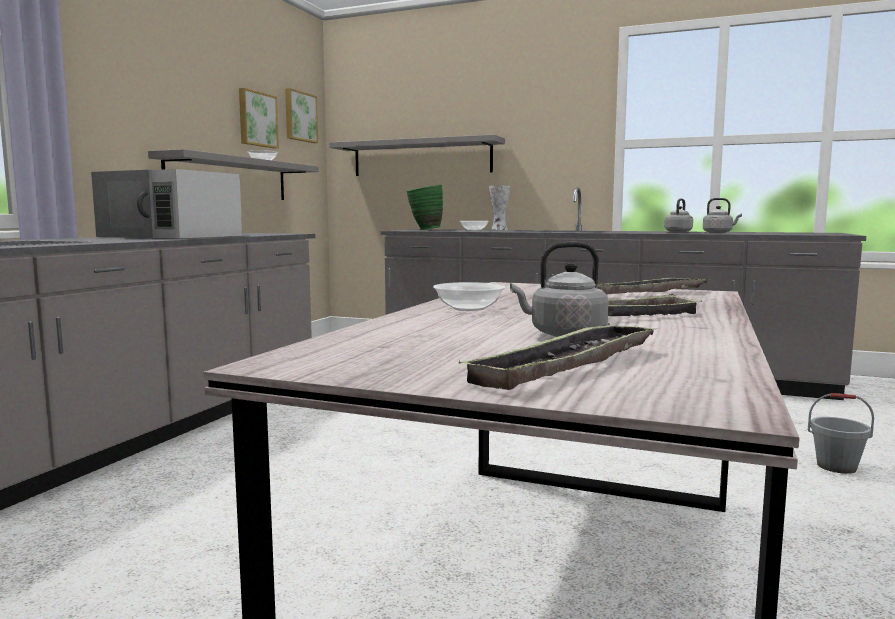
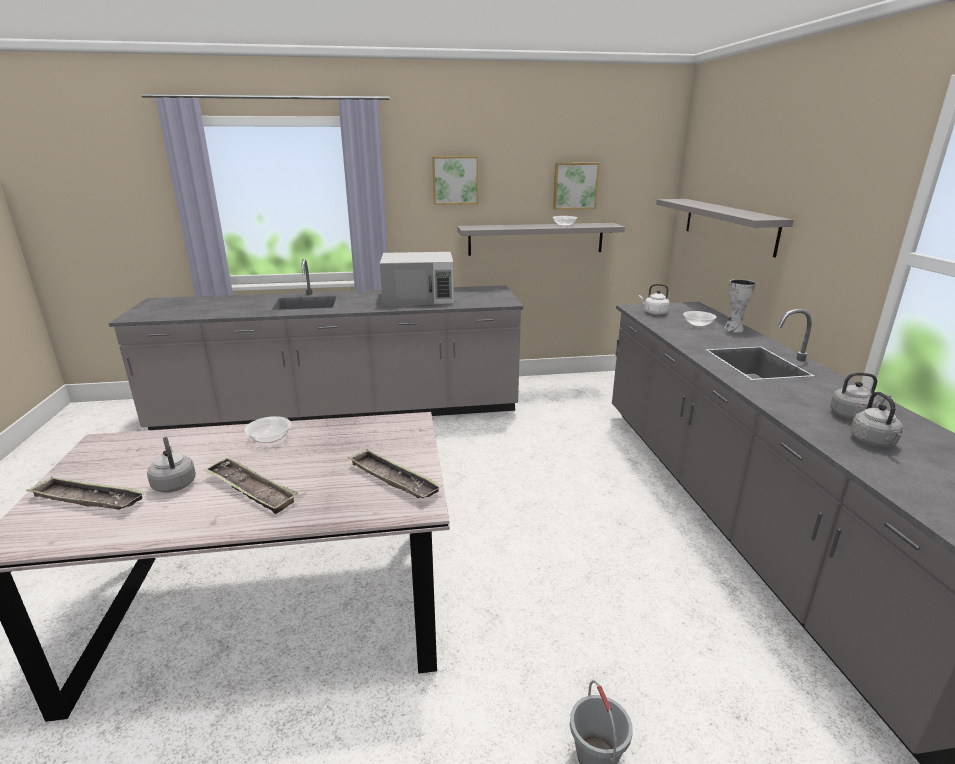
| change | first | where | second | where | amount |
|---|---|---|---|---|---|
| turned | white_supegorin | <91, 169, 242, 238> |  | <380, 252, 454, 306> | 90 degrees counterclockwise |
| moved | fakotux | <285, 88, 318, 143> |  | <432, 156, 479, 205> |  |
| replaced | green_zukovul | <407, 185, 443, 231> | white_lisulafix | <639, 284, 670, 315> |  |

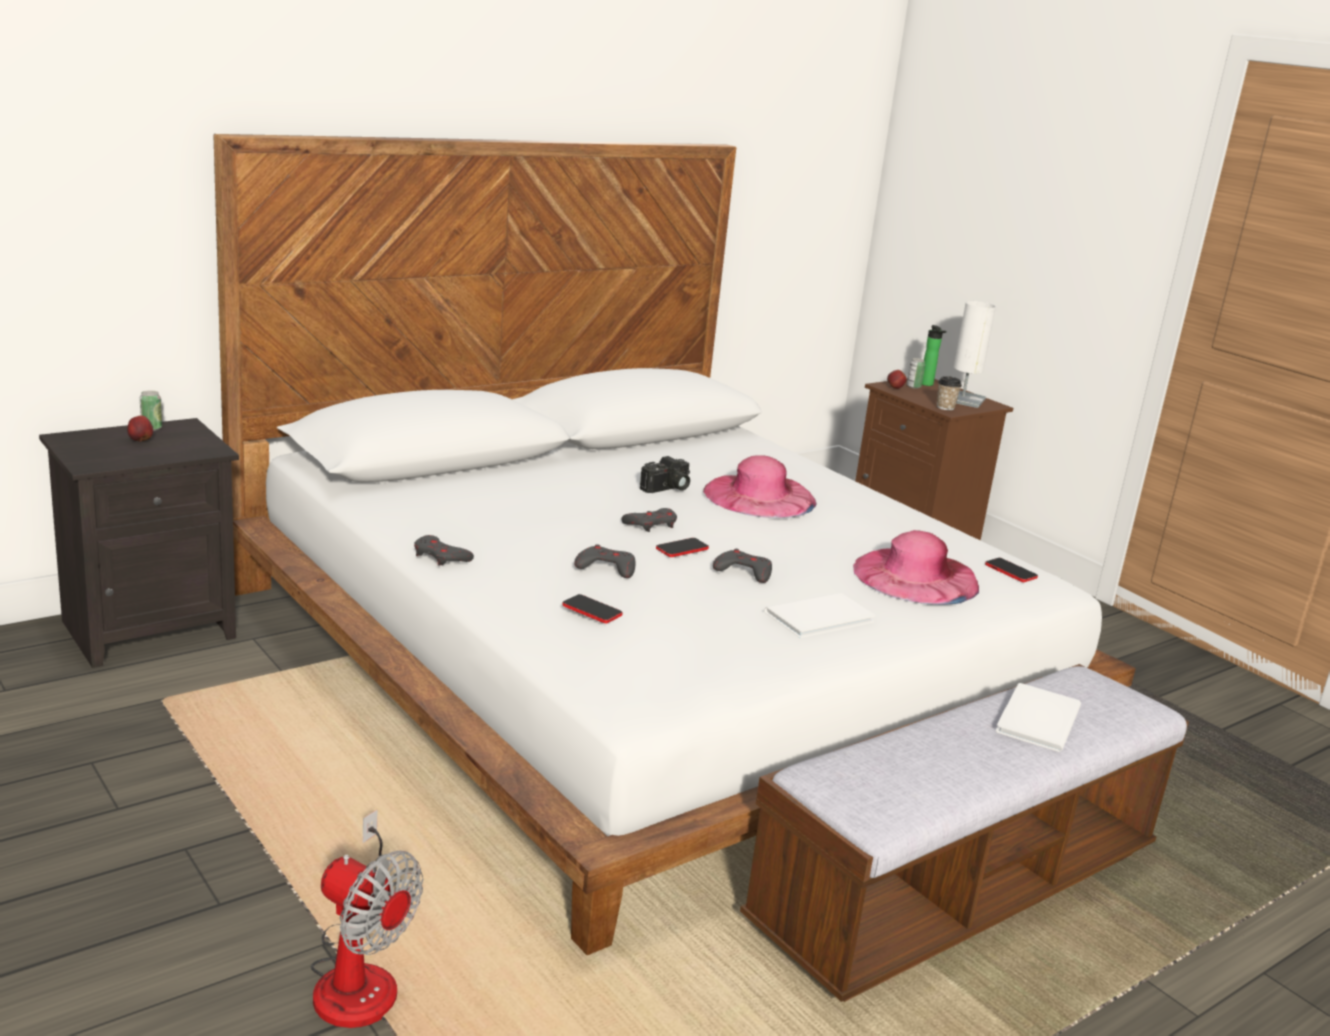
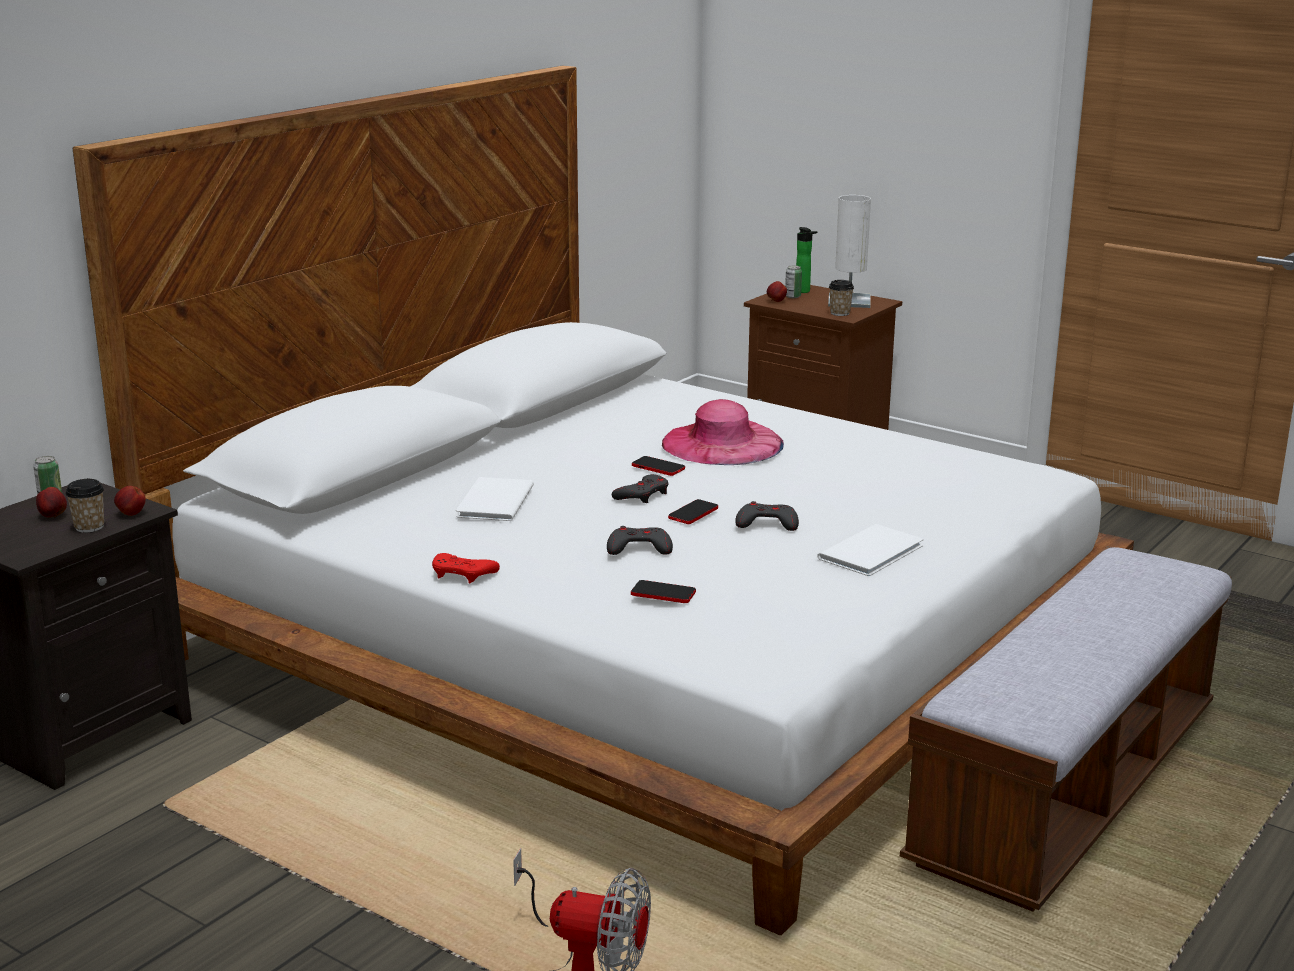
| change | first | where | second | where | amount |
|---|---|---|---|---|---|
| added |  |  | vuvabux | <65, 479, 104, 533> |  |
| added |  |  | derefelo | <114, 486, 146, 516> |  |
| recoloured | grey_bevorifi | <414, 535, 474, 566> | red_bevorifi | <432, 553, 500, 583> |  |
| moved | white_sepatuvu | <996, 683, 1081, 752> |  | <456, 477, 534, 521> |  |
| moved | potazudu | <985, 558, 1038, 582> |  | <632, 456, 685, 476> |  |
| removed | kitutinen | <640, 456, 690, 493> |  |  |  |
| removed | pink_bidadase | <853, 530, 979, 605> |  |  |  |

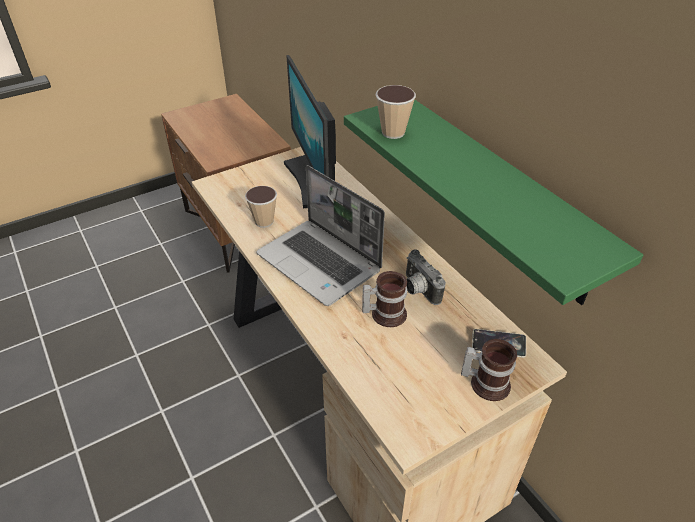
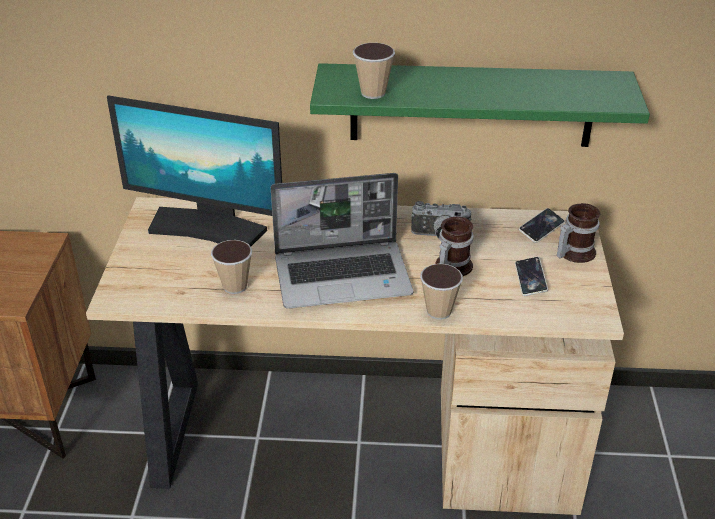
| change | first | where | second | where | amount |
|---|---|---|---|---|---|
| added |  |  | vuvabux | <420, 264, 463, 320> |  |
| added |  |  | potazudu | <515, 257, 548, 296> |  |

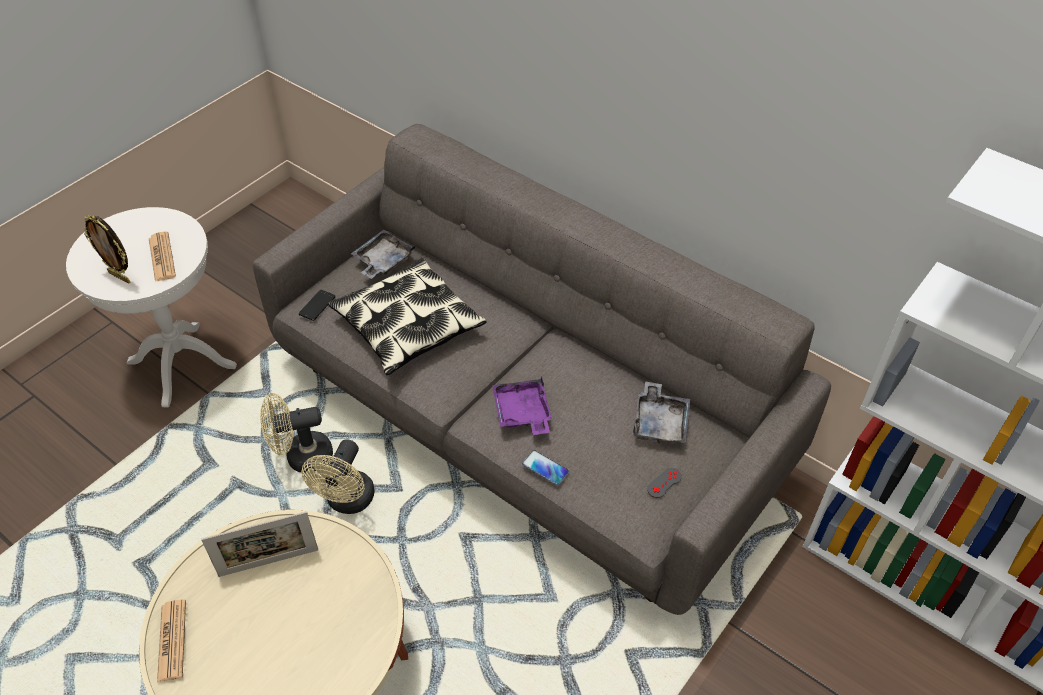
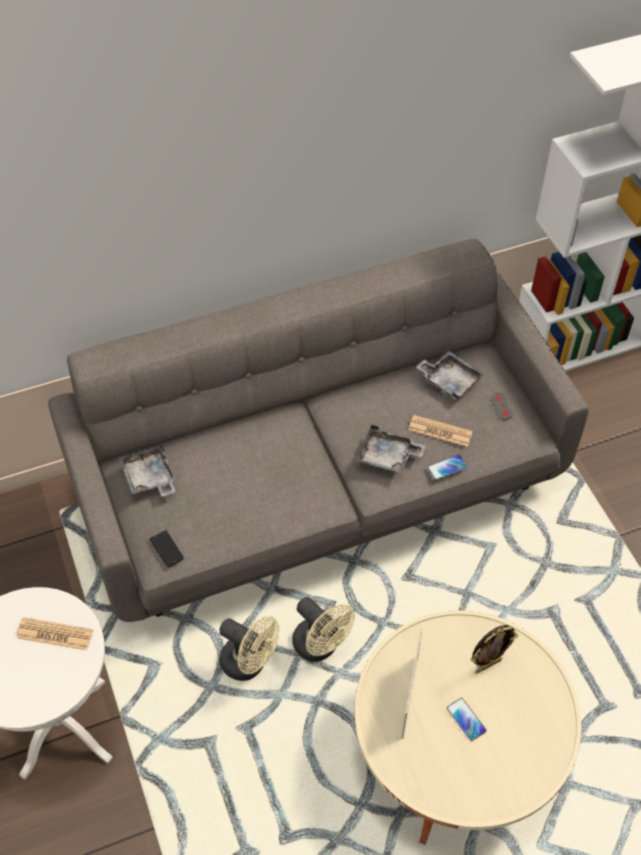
| change | first | where | second | where | amount |
|---|---|---|---|---|---|
| turned | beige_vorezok | <260, 393, 333, 473> |  | <219, 616, 279, 681> | 75 degrees counterclockwise |
| recoloured | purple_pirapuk | <492, 377, 552, 435> | grey_pirapuk | <356, 424, 426, 473> |  |
| moved | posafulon | <157, 600, 186, 682> |  | <408, 415, 473, 447> |  |
| added |  |  | potazudu | <447, 698, 487, 741> |  |
| moved | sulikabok | <84, 215, 131, 283> |  | <471, 625, 518, 673> |  |
| removed | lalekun | <328, 257, 487, 375> |  |  |  |

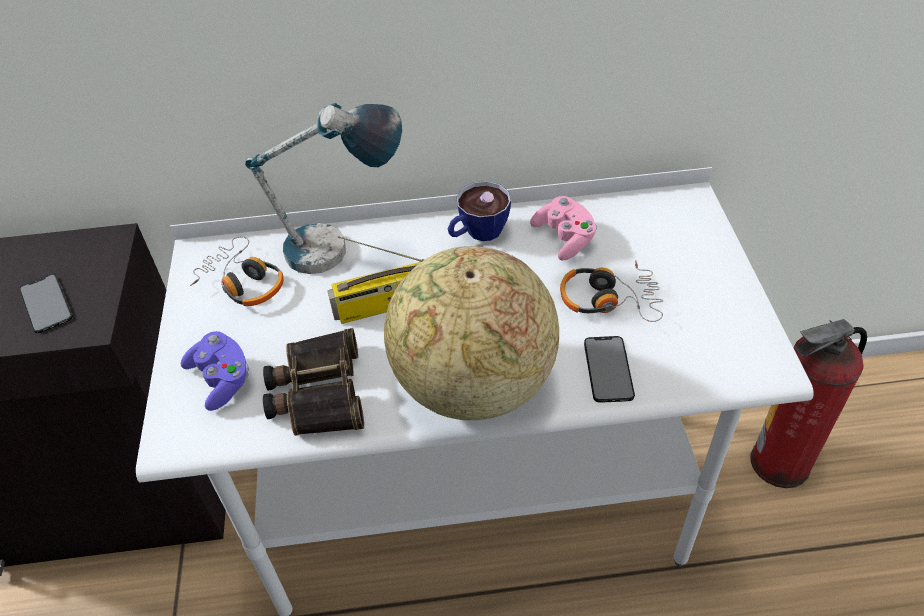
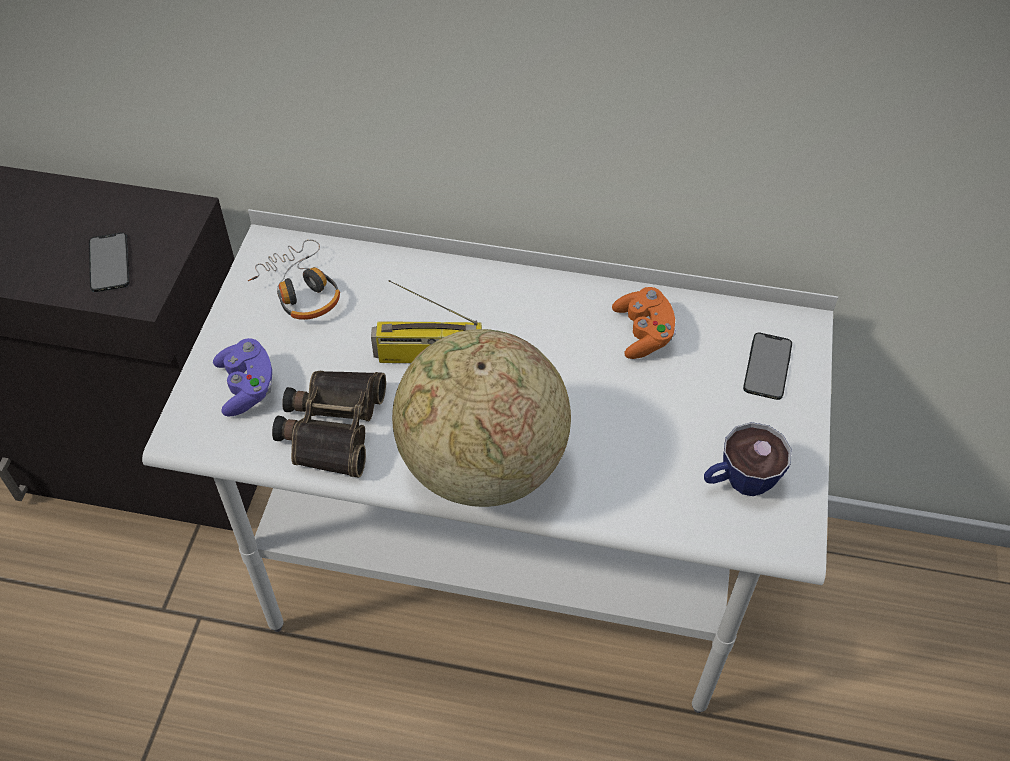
| change | first | where | second | where | amount |
|---|---|---|---|---|---|
| recoloured | pink_bevorifi | <530, 196, 597, 261> | orange_bevorifi | <612, 287, 676, 359> |  |
| moved | vuvabux | <448, 181, 511, 241> |  | <704, 422, 791, 496> |  |
| moved | potazudu | <584, 336, 635, 403> |  | <743, 333, 792, 400> |  |
| removed | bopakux | <245, 103, 402, 274> |  |  |  |
| removed | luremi | <560, 260, 664, 322> |  |  |  |
| removed | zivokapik | <751, 319, 867, 488> |  |  |  |

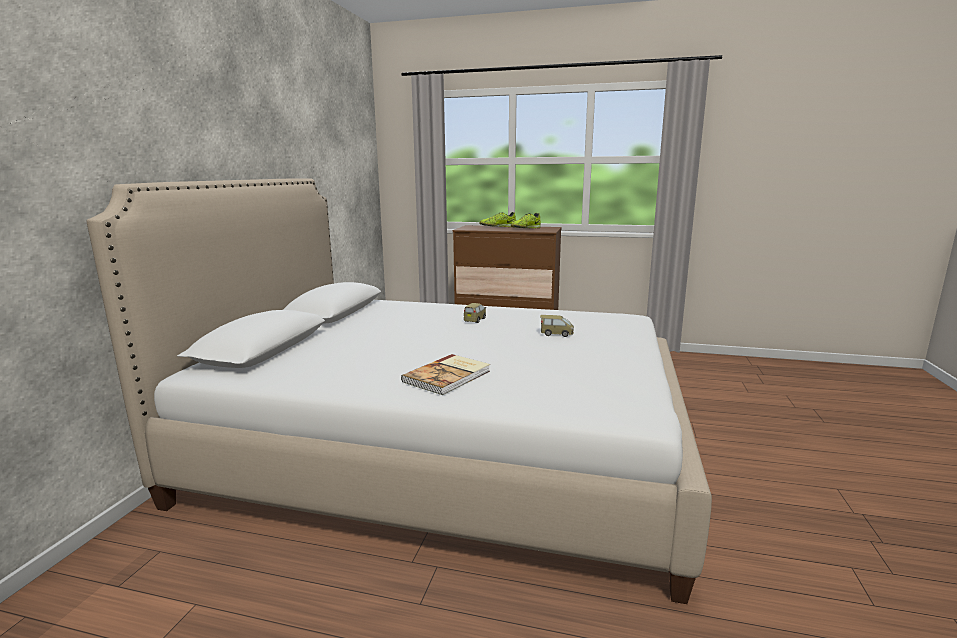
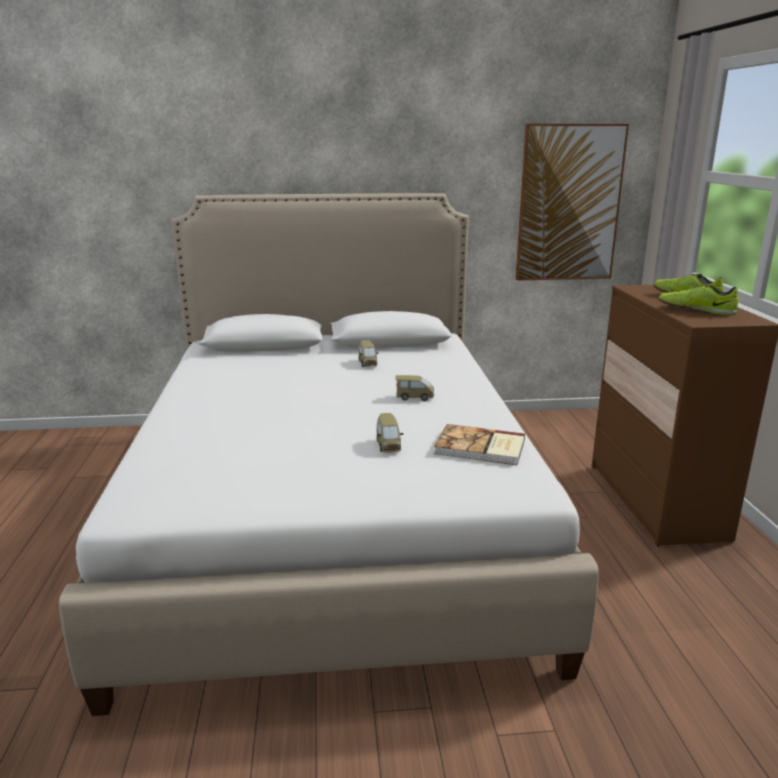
| change | first | where | second | where | amount |
|---|---|---|---|---|---|
| added |  |  | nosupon | <359, 340, 379, 367> |  |
| moved | sepatuvu | <401, 354, 490, 395> |  | <434, 424, 525, 465> |  |
| added |  |  | fakotux | <515, 124, 629, 281> |  |

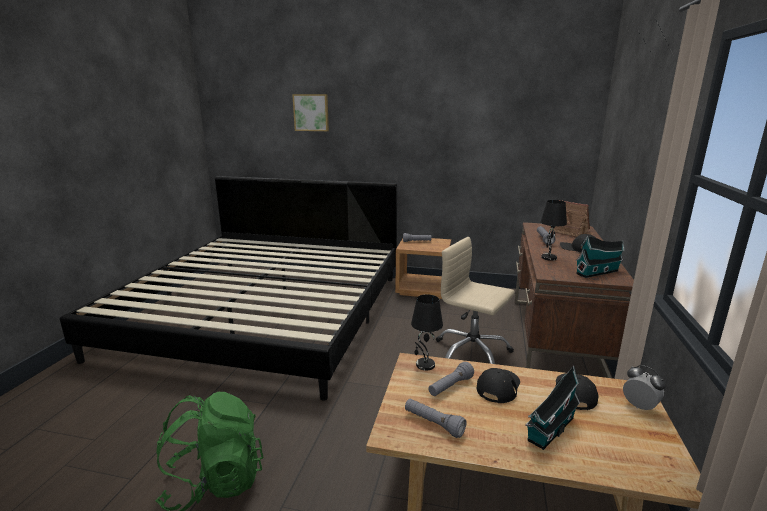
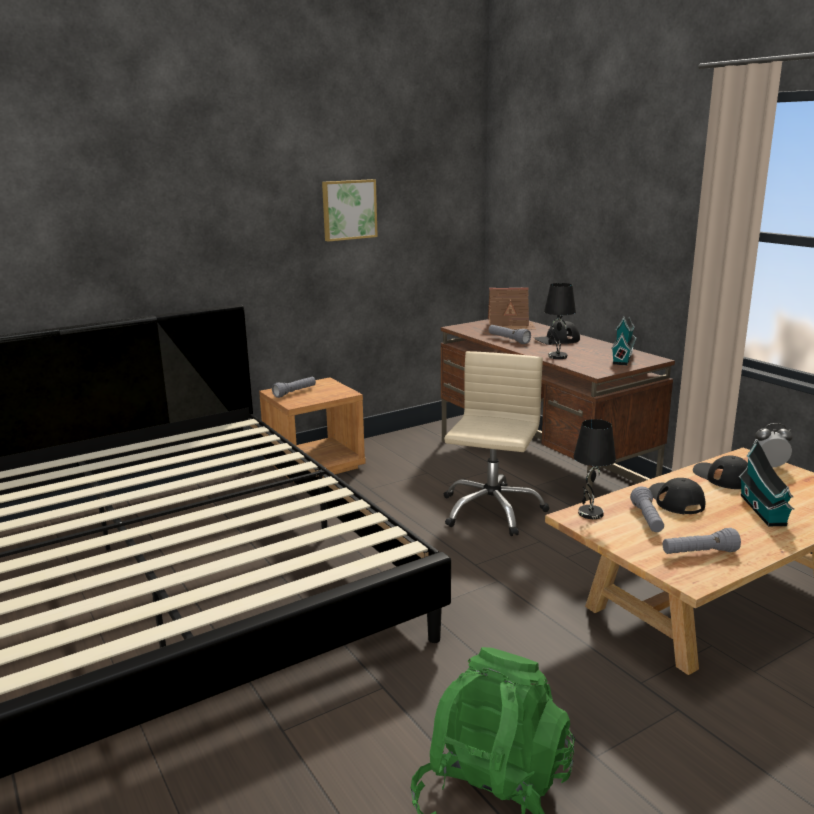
| change | first | where | second | where | amount |
|---|---|---|---|---|---|
| moved | fakotux | <292, 94, 329, 131> |  | <322, 179, 378, 242> |  |
| turned | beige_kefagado | <436, 237, 515, 364> |  | <444, 351, 550, 536> | 120 degrees clockwise |

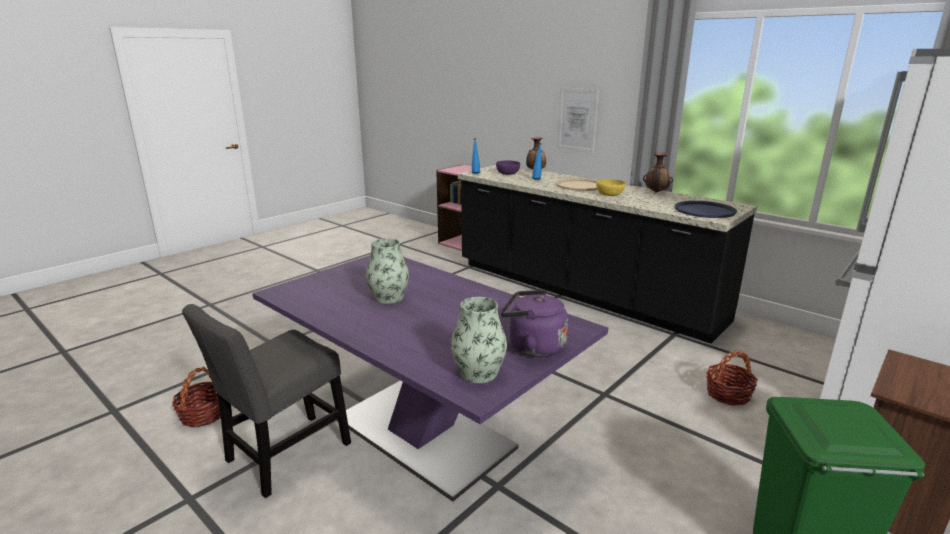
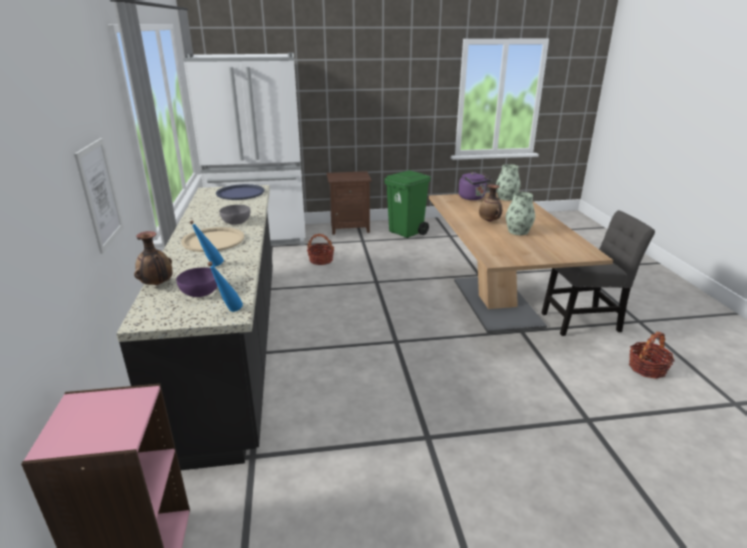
| change | first | where | second | where | amount |
|---|---|---|---|---|---|
| recoloured | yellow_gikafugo | <596, 179, 625, 196> | grey_gikafugo | <219, 205, 251, 225> |  |
| recoloured | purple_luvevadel | <252, 255, 608, 502> | brown_luvevadel | <429, 191, 613, 333> |  |
| moved | zukovul | <643, 153, 673, 193> |  | <479, 184, 502, 222> |  |

